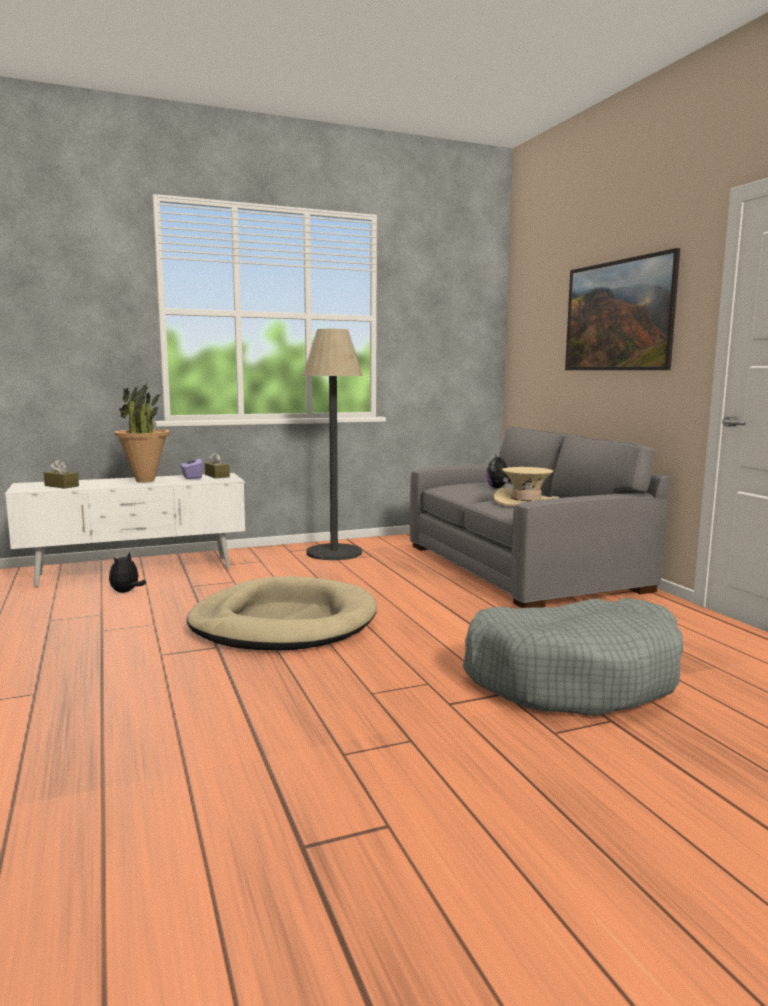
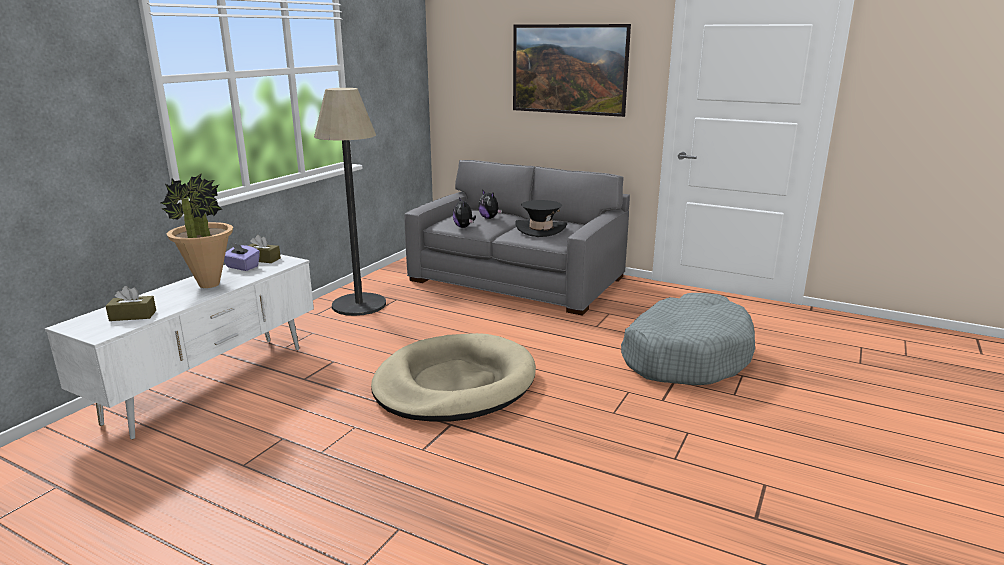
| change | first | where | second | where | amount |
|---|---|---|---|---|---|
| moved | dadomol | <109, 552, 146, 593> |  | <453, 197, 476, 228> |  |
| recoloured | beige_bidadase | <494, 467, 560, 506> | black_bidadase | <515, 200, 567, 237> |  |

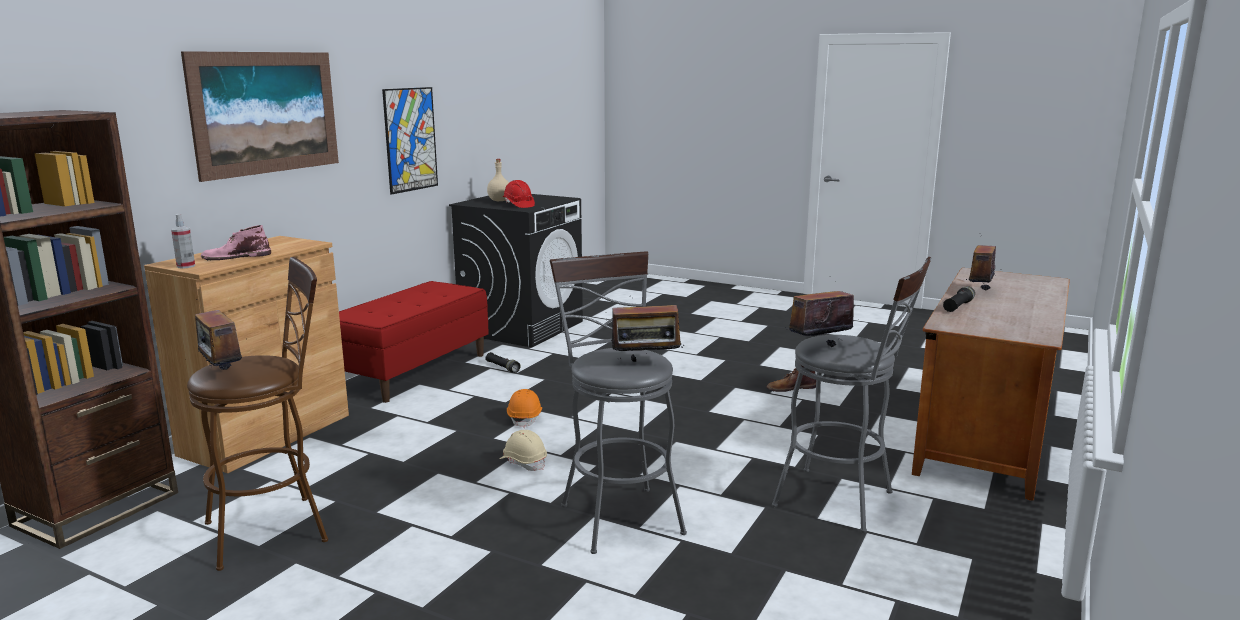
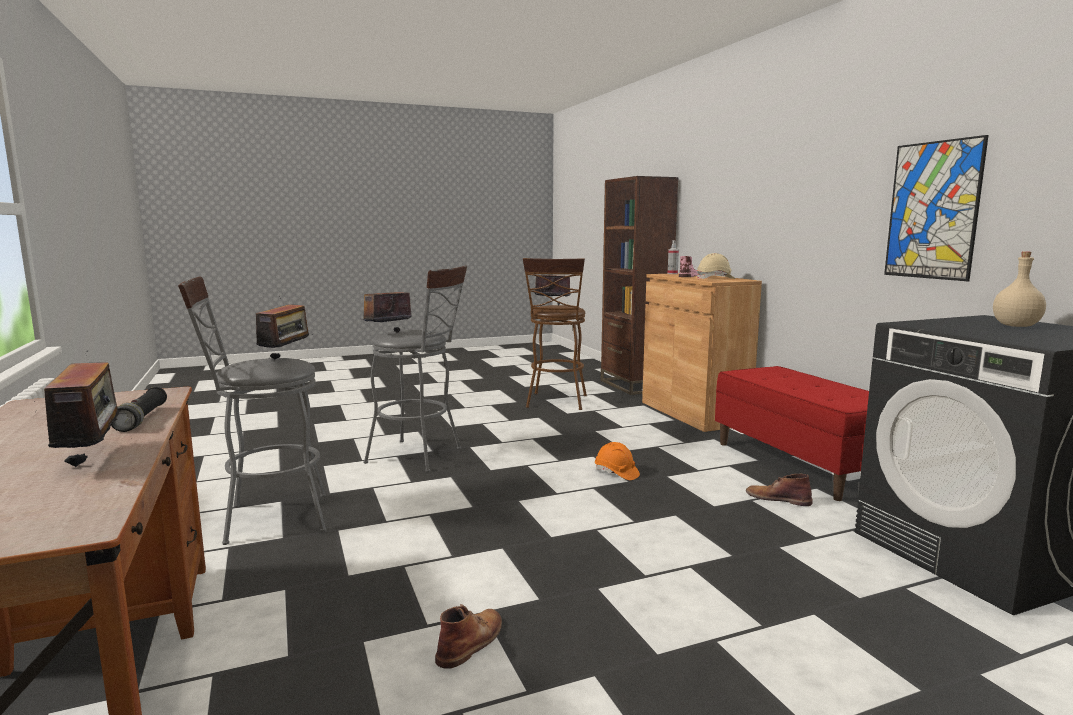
| change | first | where | second | where | amount |
|---|---|---|---|---|---|
| moved | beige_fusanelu | <499, 430, 547, 471> |  | <697, 253, 735, 279> |  |
| replaced | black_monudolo | <485, 352, 521, 373> | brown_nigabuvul | <746, 473, 813, 506> |  |
| removed | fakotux | <181, 51, 339, 182> |  |  |  |
| removed | red_fusanelu | <503, 180, 535, 208> |  |  |  |

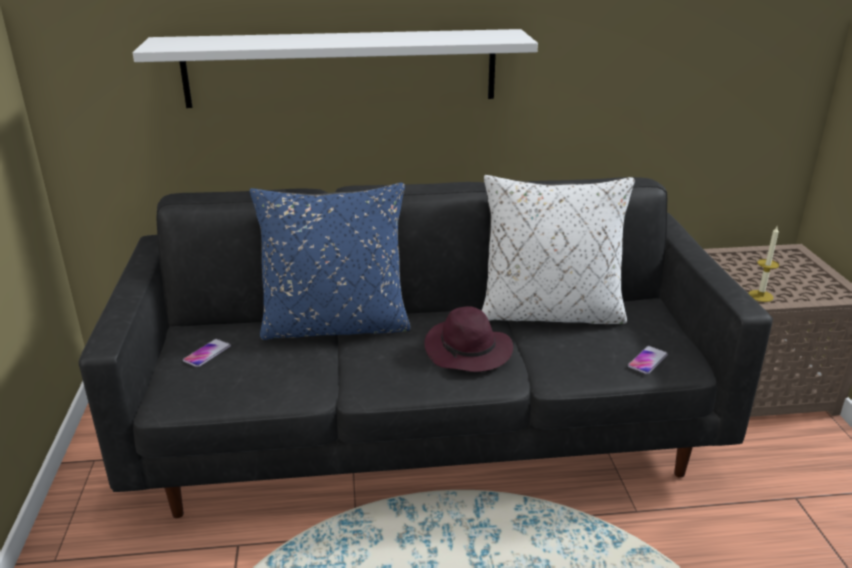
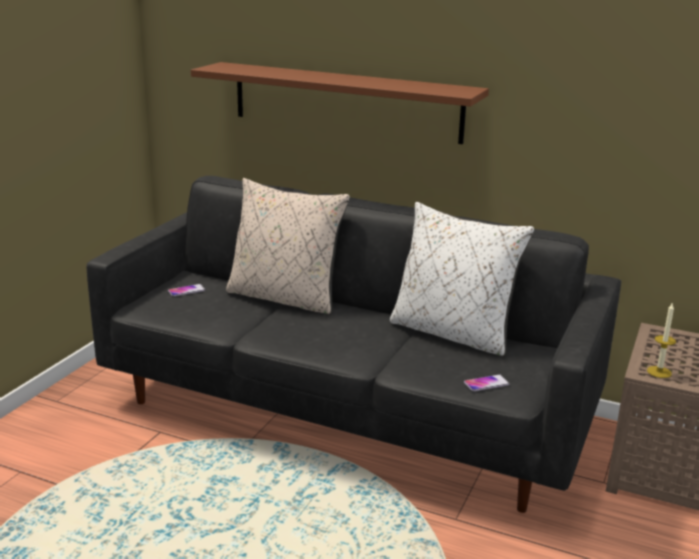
| change | first | where | second | where | amount |
|---|---|---|---|---|---|
| recoloured | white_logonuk | <133, 29, 538, 108> | brown_logonuk | <191, 62, 489, 144> |  |
| recoloured | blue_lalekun | <250, 183, 411, 340> | beige_lalekun | <226, 178, 350, 315> |  |
| removed | purple_bidadase | <424, 306, 513, 372> |  |  |  |

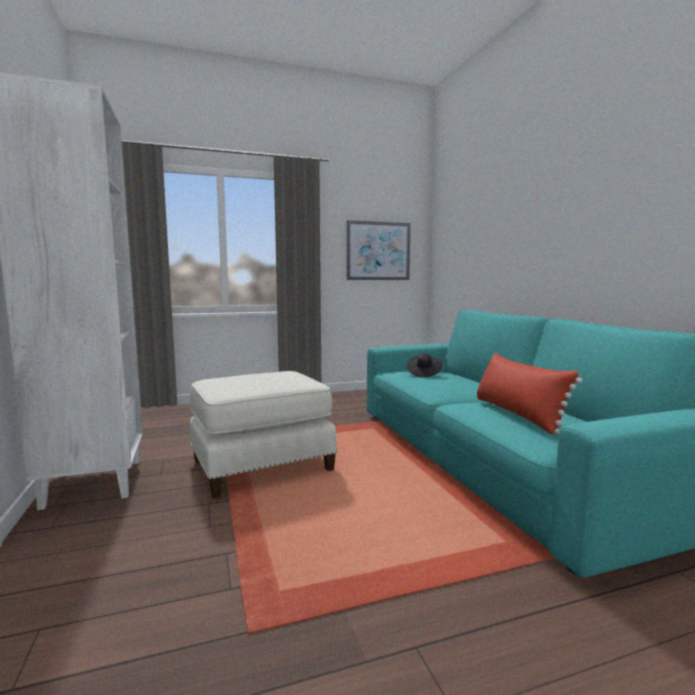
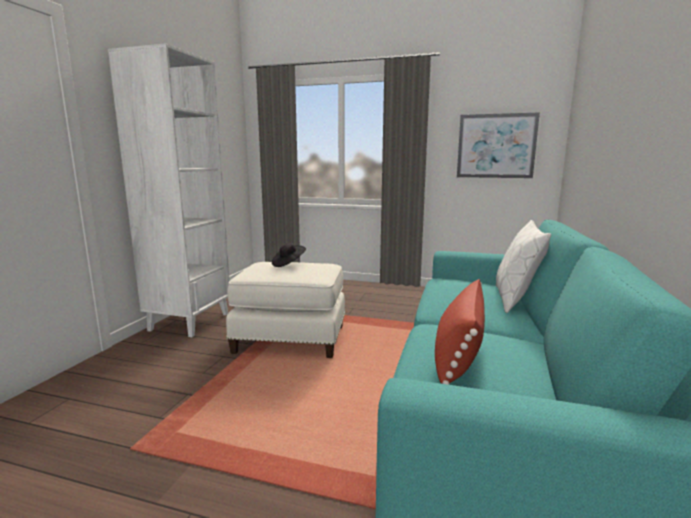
| change | first | where | second | where | amount |
|---|---|---|---|---|---|
| moved | black_bidadase | <407, 353, 443, 378> |  | <272, 243, 306, 267> |  |
| added |  |  | white_lalekun | <496, 220, 551, 313> |  |

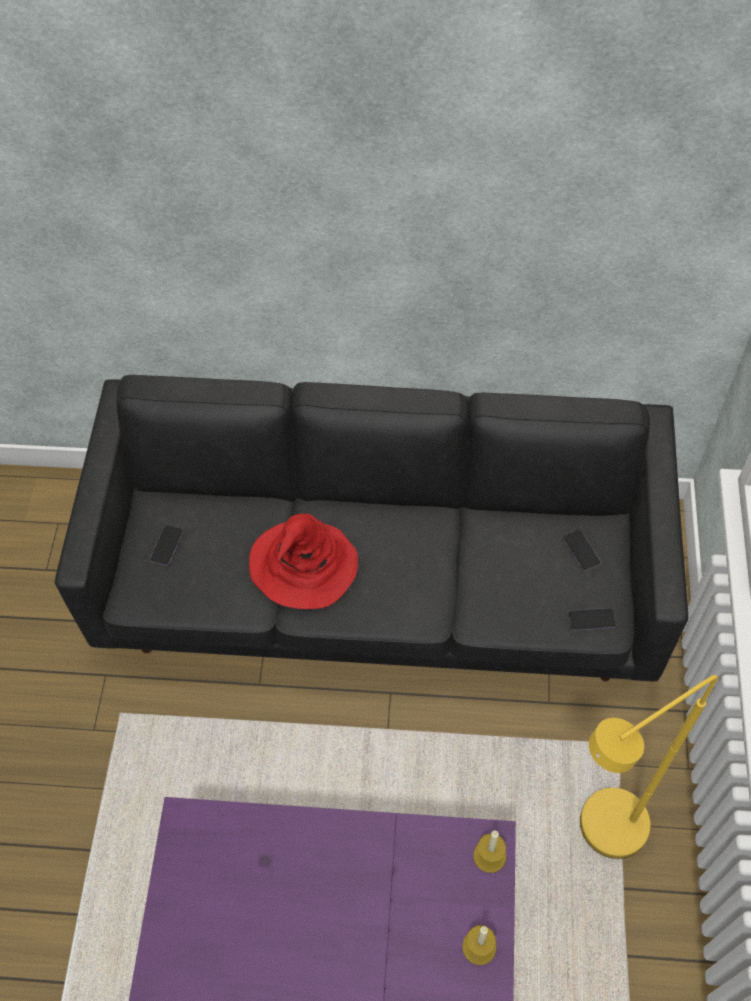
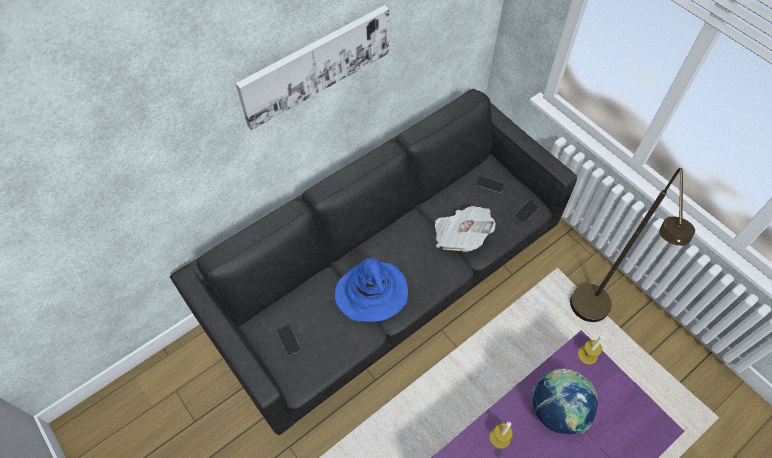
| change | first | where | second | where | amount |
|---|---|---|---|---|---|
| added |  |  | fakotux | <236, 5, 389, 130> |  |
| recoloured | red_bidadase | <249, 514, 358, 609> | blue_bidadase | <335, 258, 408, 322> |  |
| added |  |  | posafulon | <435, 206, 496, 252> |  |
| moved | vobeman | <462, 925, 497, 965> |  | <490, 422, 513, 449> |  |
| added |  |  | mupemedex | <532, 368, 598, 434> |  |
| recoloured | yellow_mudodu | <580, 675, 718, 859> | brown_mudodu | <570, 168, 695, 322> |  |

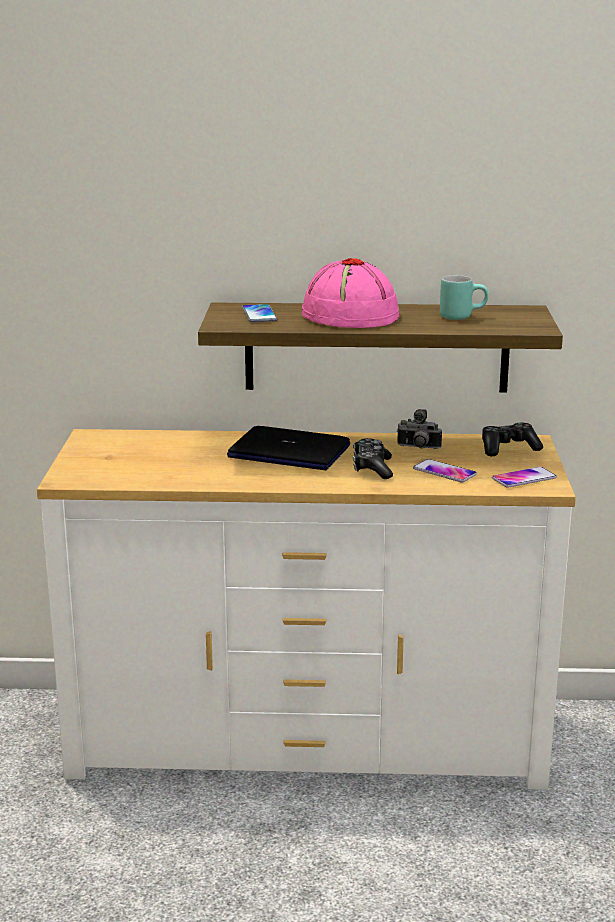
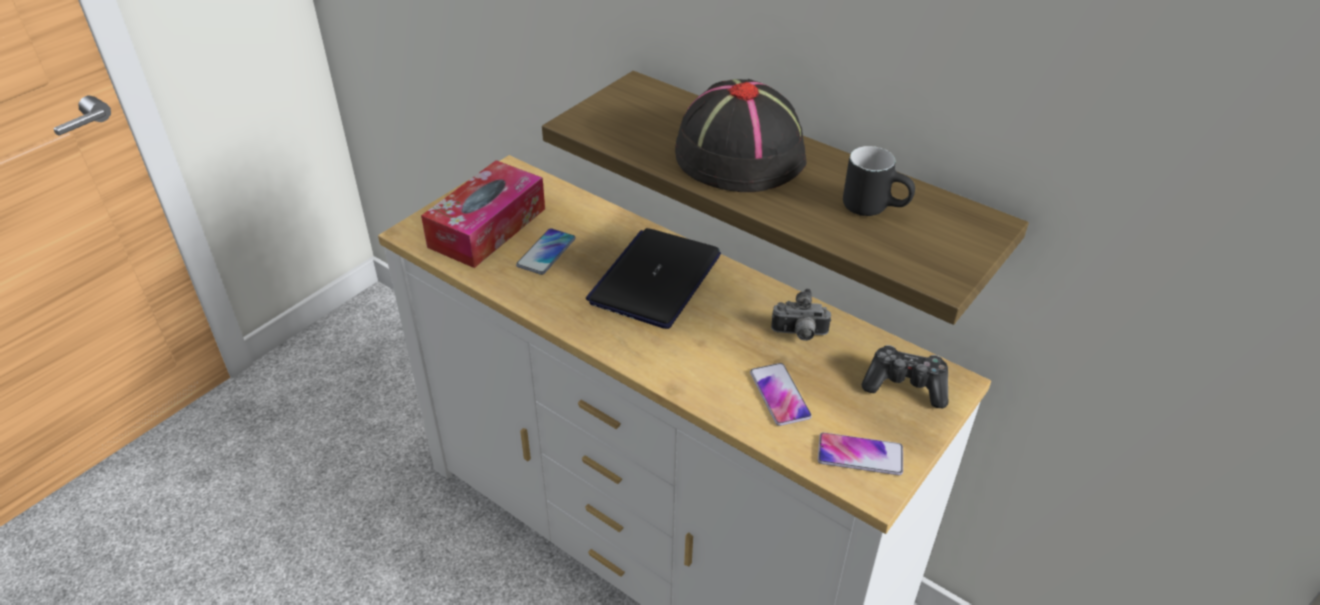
| change | first | where | second | where | amount |
|---|---|---|---|---|---|
| added |  |  | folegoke | <421, 160, 545, 268> |  |
| moved | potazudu | <242, 304, 277, 322> |  | <516, 228, 576, 275> |  |
| turned | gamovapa | <227, 426, 350, 470> |  | <586, 228, 721, 329> | 60 degrees clockwise |
| recoloured | pink_bidadase | <302, 258, 399, 328> | black_bidadase | <675, 79, 806, 192> |  |
| turned | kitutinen | <397, 409, 442, 449> |  | <771, 289, 832, 341> | 45 degrees counterclockwise |
| recoloured | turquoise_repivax | <440, 275, 489, 320> | black_repivax | <843, 146, 915, 216> |  |
| removed | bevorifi | <353, 438, 393, 479> |  |  |  |

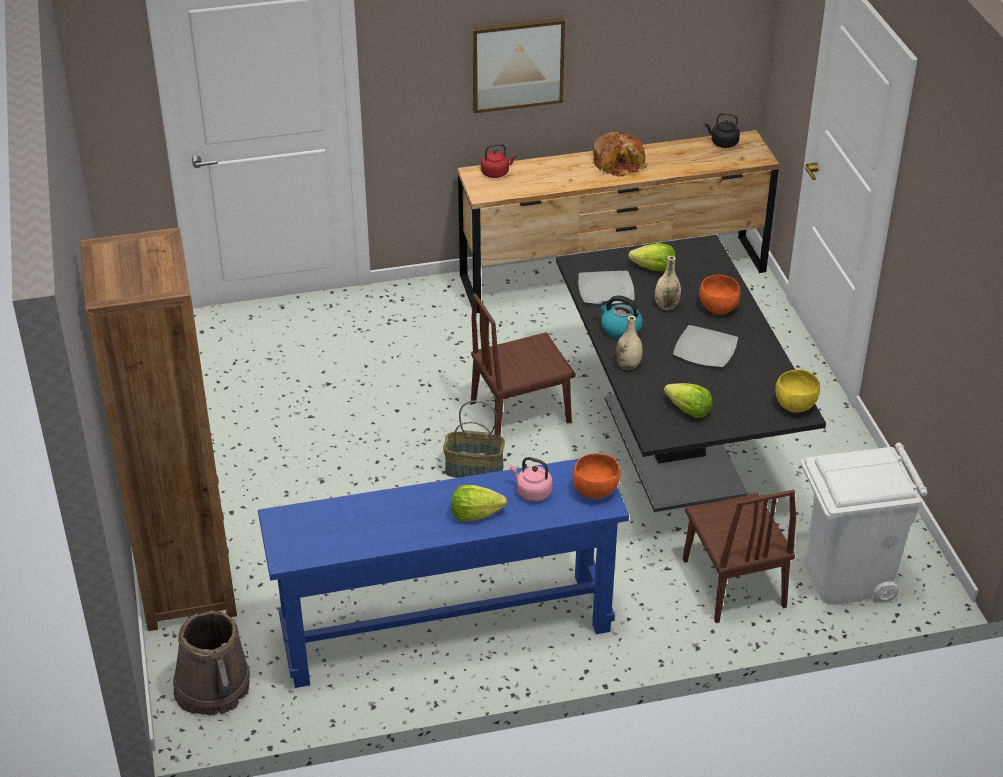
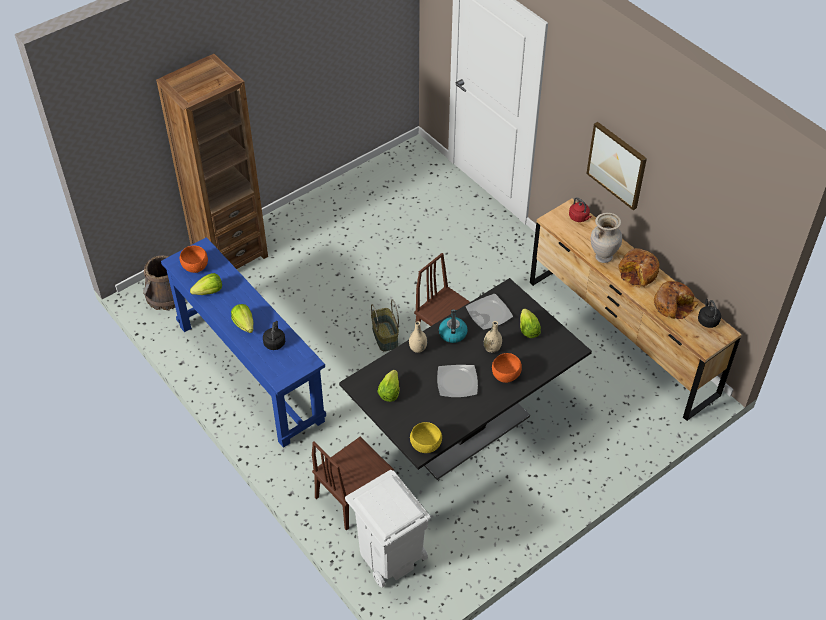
| change | first | where | second | where | amount |
|---|---|---|---|---|---|
| moved | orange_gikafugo | <573, 453, 620, 499> |  | <180, 246, 208, 273> |  |
| added |  |  | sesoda | <190, 273, 222, 295> |  |
| recoloured | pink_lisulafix | <510, 457, 552, 501> | black_lisulafix | <263, 321, 285, 350> |  |
| added |  |  | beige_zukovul | <591, 213, 622, 263> |  |
| added |  |  | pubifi | <654, 281, 698, 319> |  |

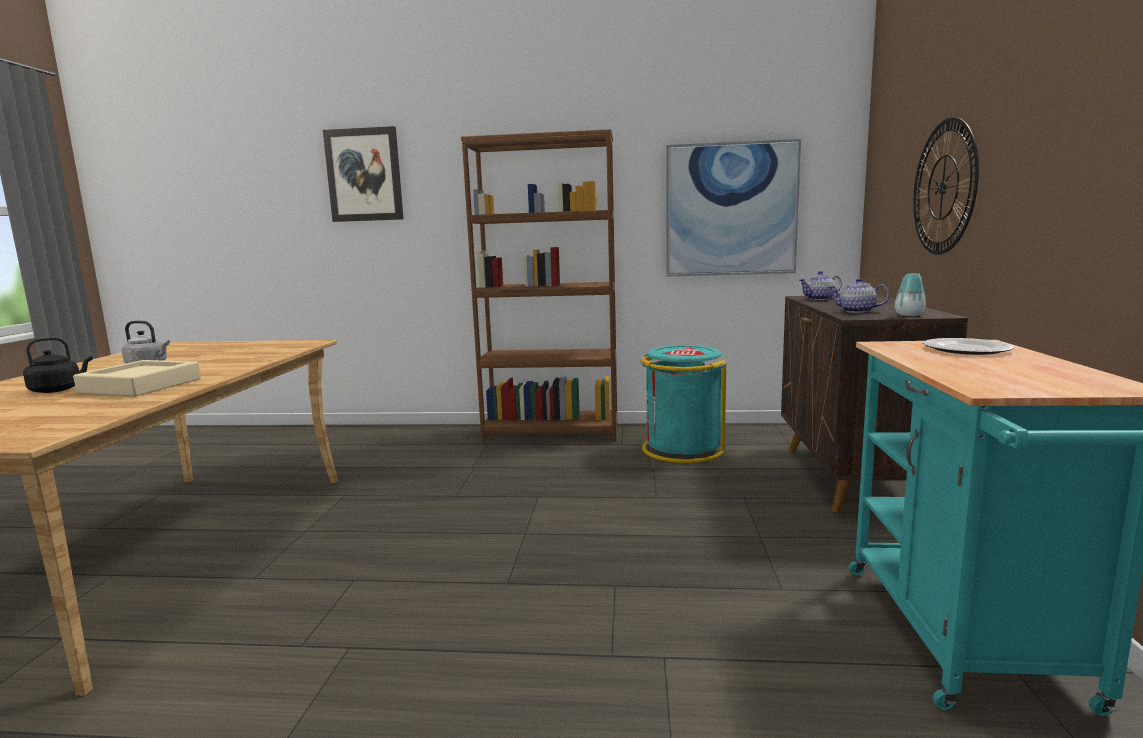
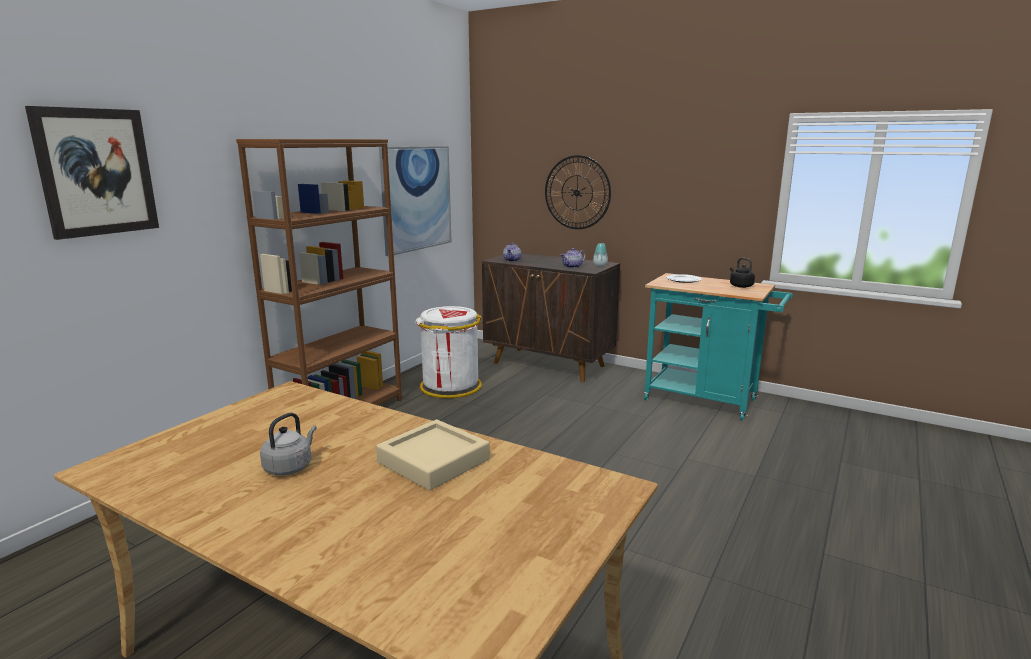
| change | first | where | second | where | amount |
|---|---|---|---|---|---|
| recoloured | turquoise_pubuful | <640, 345, 727, 463> | white_pubuful | <415, 306, 482, 398> |  |
| moved | black_lisulafix | <23, 337, 93, 393> |  | <730, 258, 755, 288> |  |

